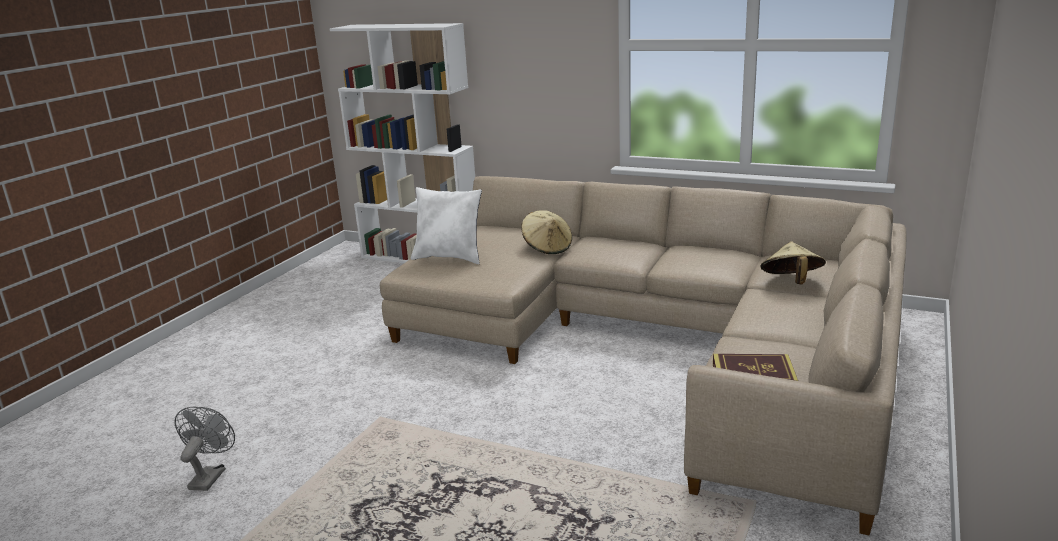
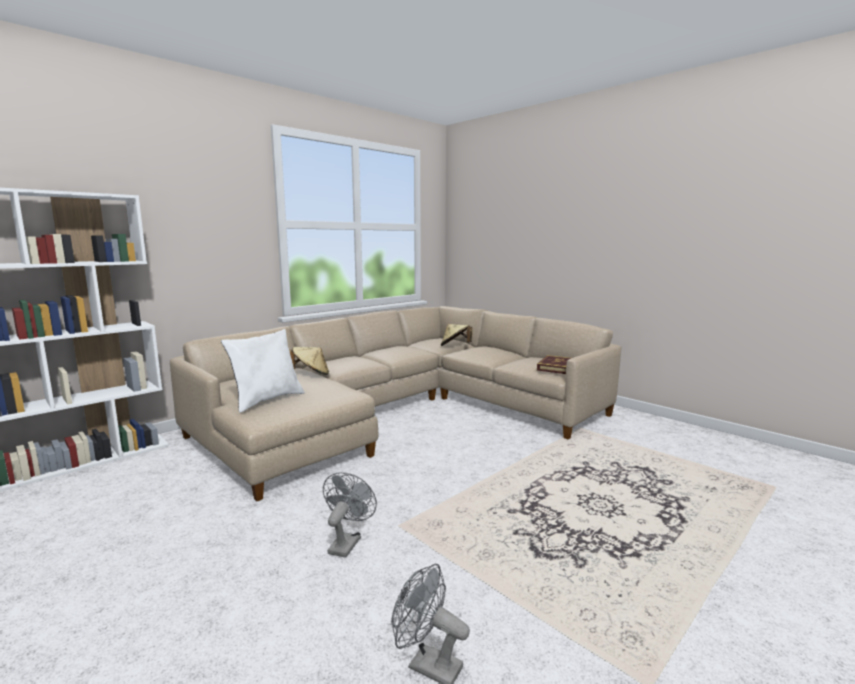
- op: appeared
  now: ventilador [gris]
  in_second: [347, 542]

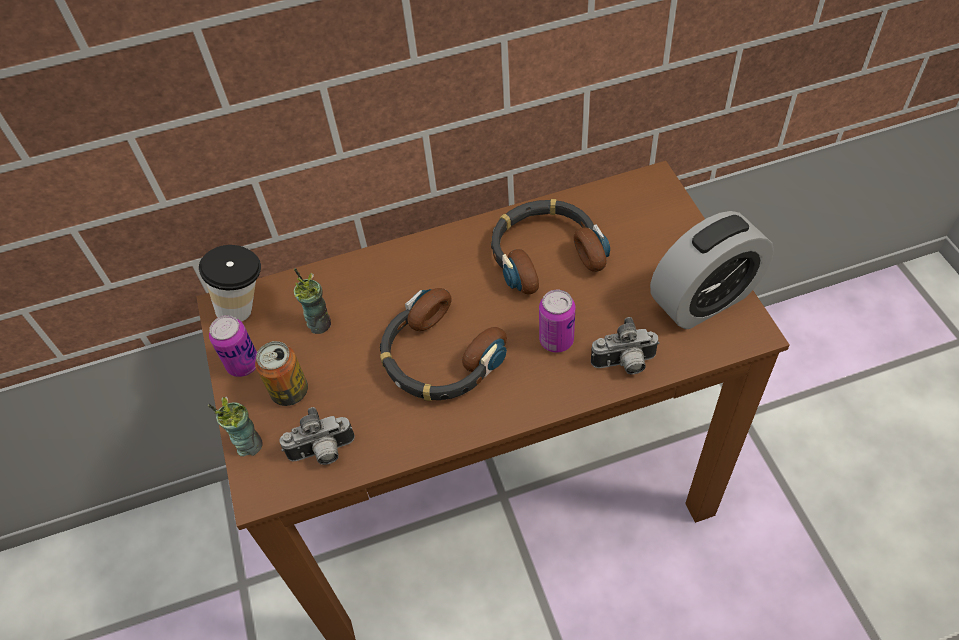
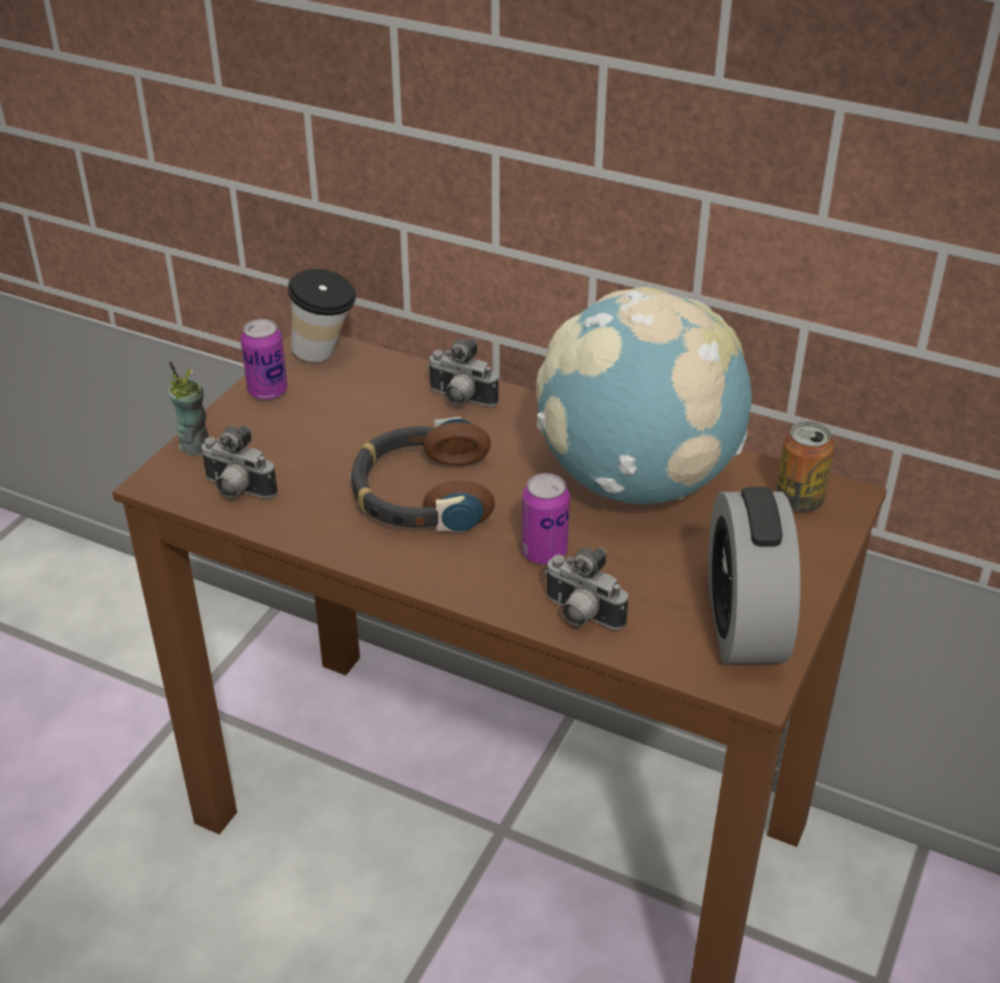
- op: appeared
  now: cámara
  in_second: [460, 400]
- op: exchanged
  was: auriculares
  now: globo terráqueo
  in_first: [545, 253]
  in_second: [637, 482]
- op: spun
  was: despertador
  in_first: [704, 299]
  in_second: [744, 625]
  clockwise: 75
- op: relocated
  was: lata
  in_first: [289, 391]
  in_second: [799, 500]
- op: missing
  was: taza
  in_first: [319, 323]

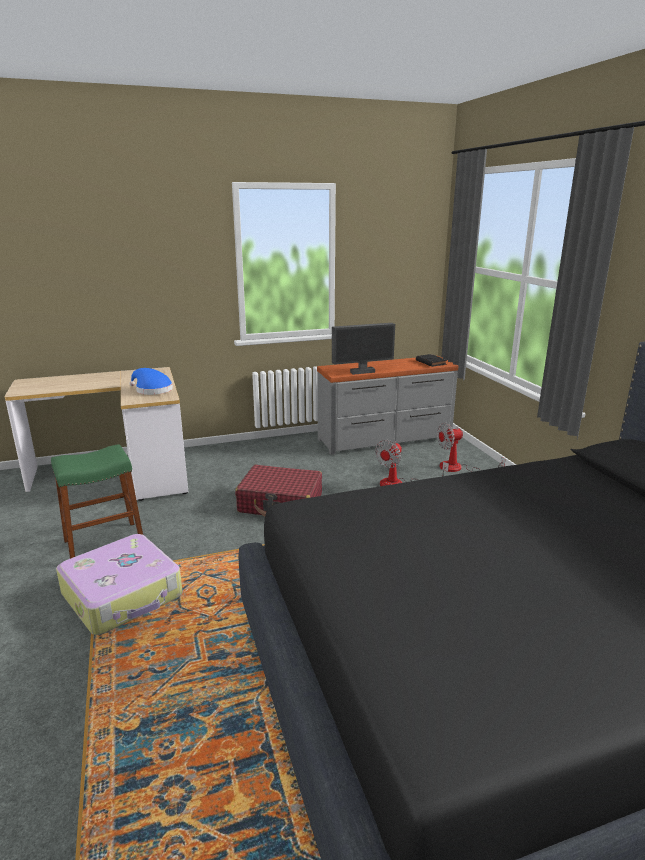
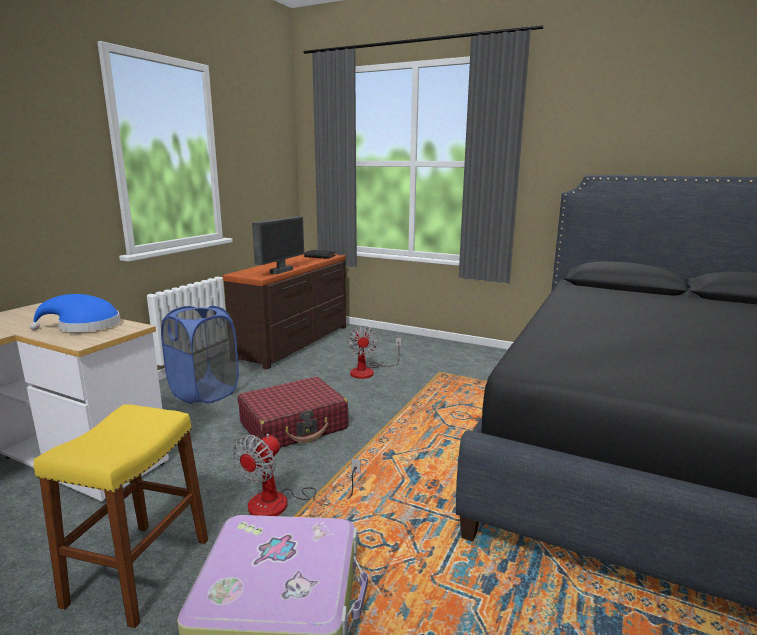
- op: colour
  was: taburete [verde]
  now: taburete [amarillo]
  in_first: [104, 543]
  in_second: [139, 571]
- op: appeared
  now: cesto de la ropa [azul]
  in_second: [204, 392]
- op: colour
  was: cómoda [gris]
  now: cómoda [marrón]
  in_first: [385, 439]
  in_second: [295, 342]
- op: relocated
  was: ventilador
  in_first: [458, 469]
  in_second: [283, 504]

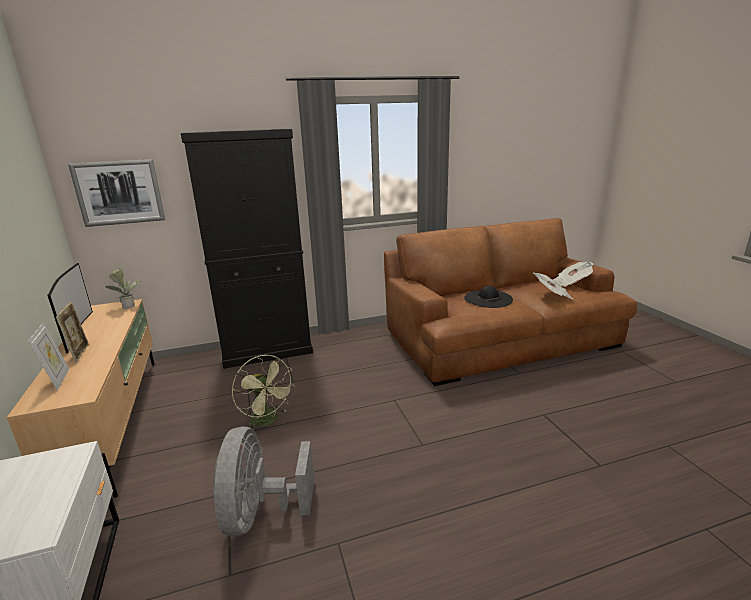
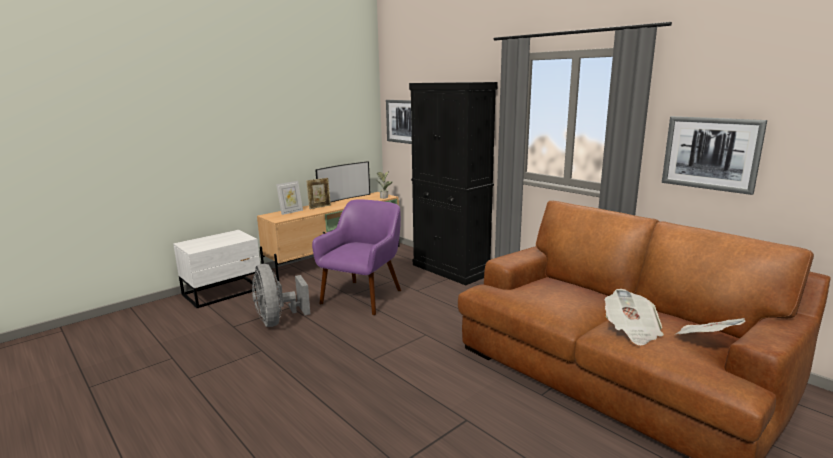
- op: spun
  was: ventilador [gris]
  in_first: [260, 513]
  in_second: [277, 321]
  clockwise: -90
- op: exchanged
  was: ventilador [verde]
  now: sillón [morado]
  in_first: [268, 421]
  in_second: [363, 297]
- op: appeared
  now: cuadro
  in_second: [711, 153]
- op: missing
  was: sombrero [negro]
  in_first: [488, 299]

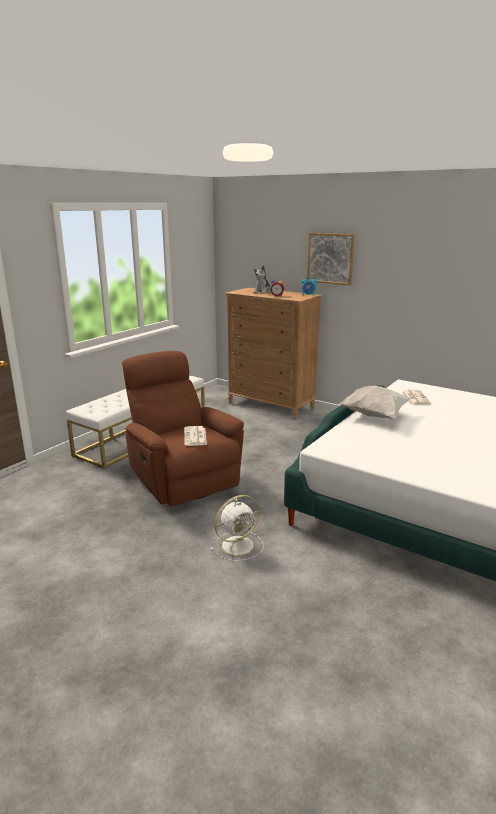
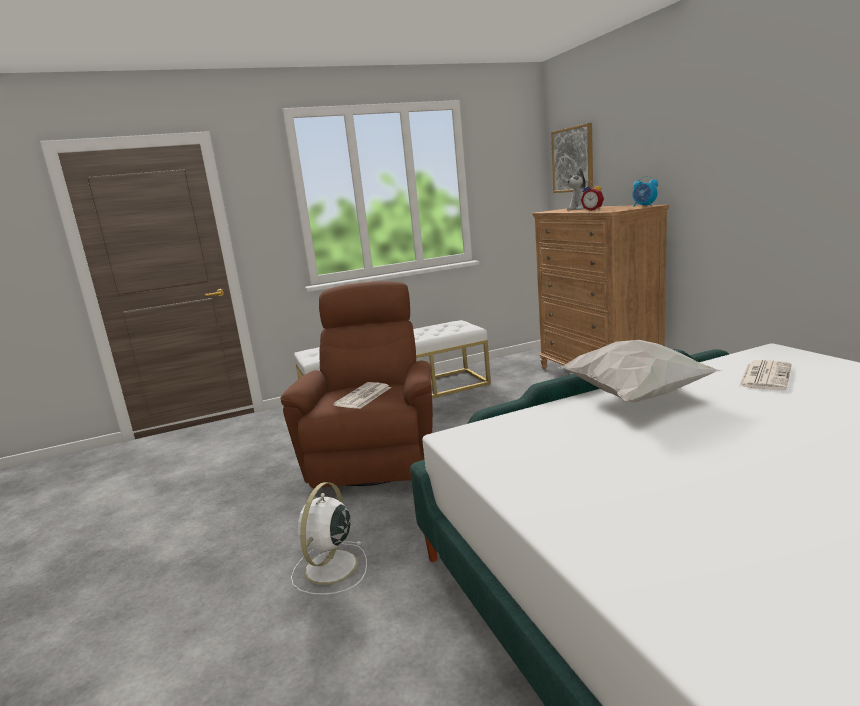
- op: spun
  was: ventilador [blanco]
  in_first: [239, 545]
  in_second: [330, 568]
  clockwise: 105
- op: relocated
  was: cuadro
  in_first: [330, 258]
  in_second: [573, 160]

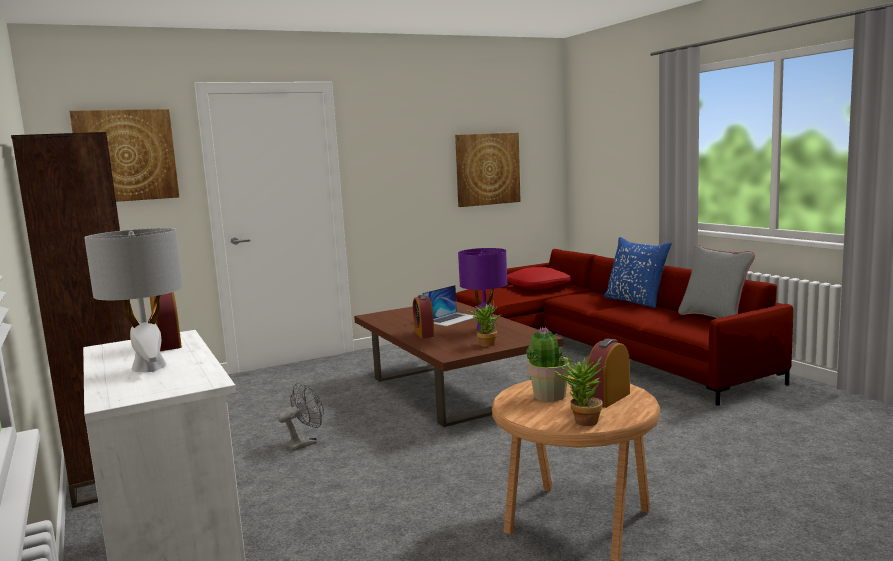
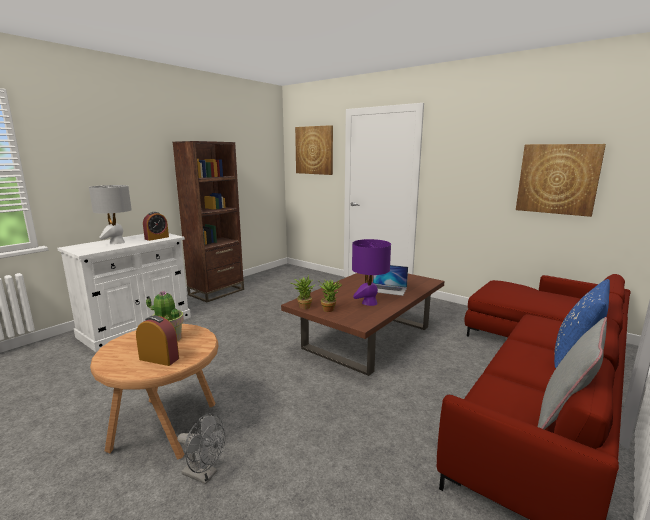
- op: relocated
  was: ventilador [gris]
  in_first: [305, 443]
  in_second: [204, 474]
- op: relocated
  was: planta en maceta
  in_first: [582, 422]
  in_second: [303, 306]
- op: missing
  was: despertador
  in_first: [424, 333]
- op: missing
  was: cojín [rojo]
  in_first: [538, 286]

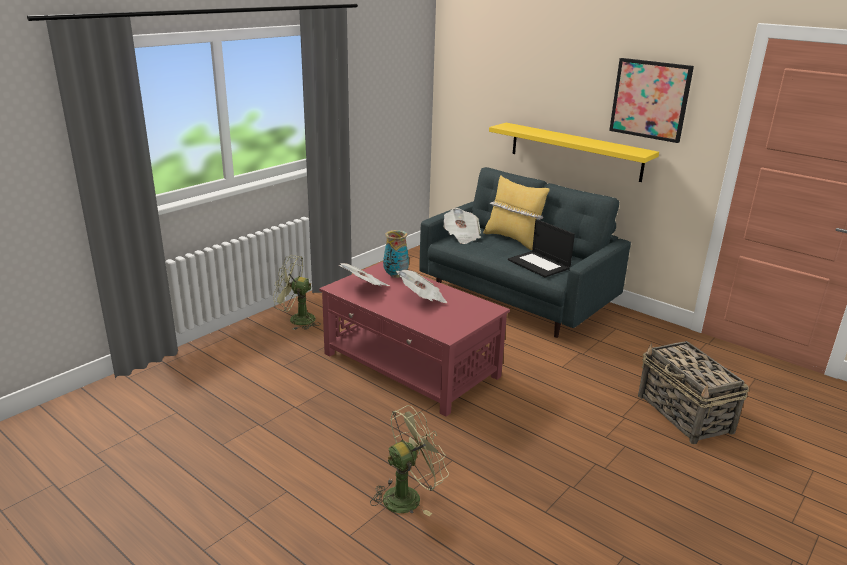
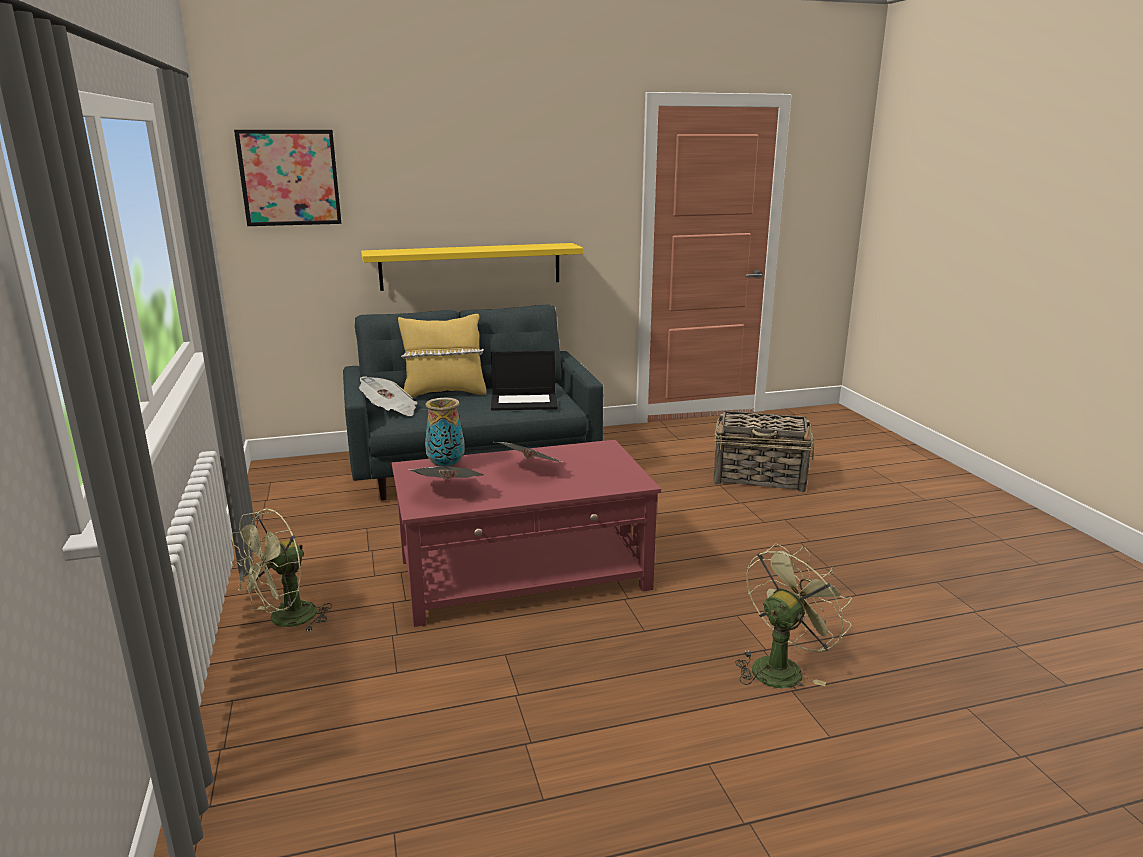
- op: relocated
  was: cuadro
  in_first: [650, 99]
  in_second: [289, 178]
- op: spun
  was: ventilador [verde]
  in_first: [408, 496]
  in_second: [781, 667]
  clockwise: 45

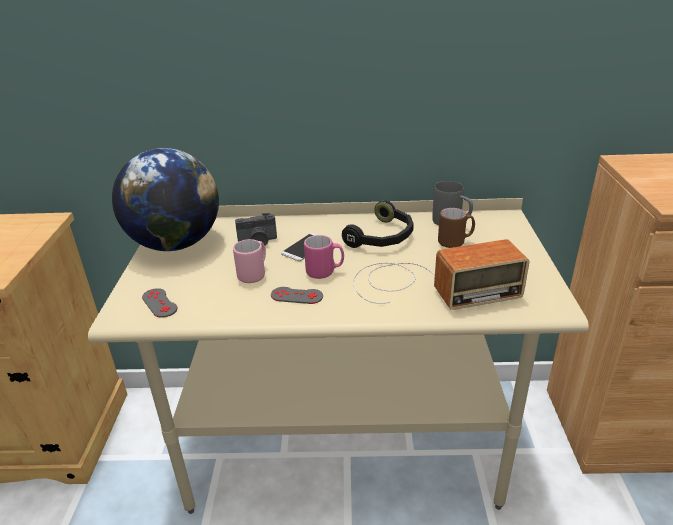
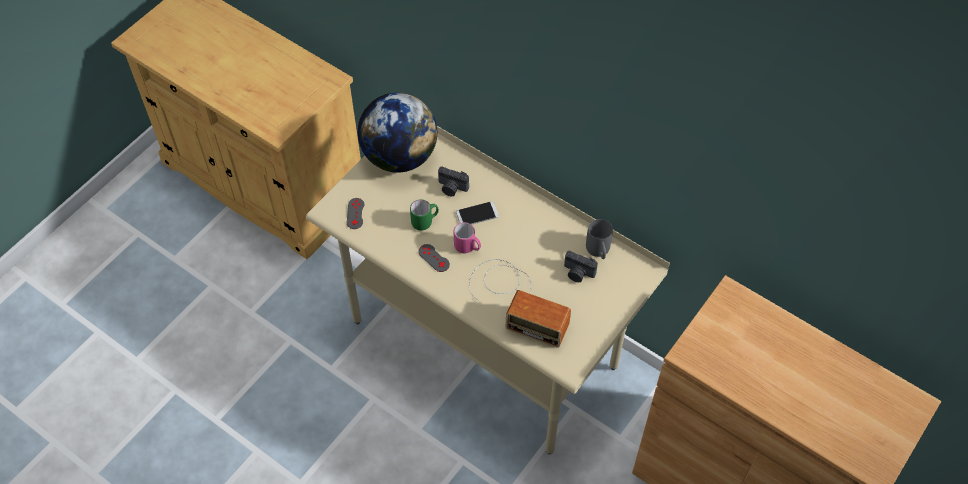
- op: colour
  was: taza grande [rosa]
  now: taza grande [verde]
  in_first: [254, 274]
  in_second: [425, 221]
- op: exchanged
  was: taza grande [marrón]
  now: cámara
  in_first: [455, 242]
  in_second: [578, 273]
- op: missing
  was: auriculares [negro]
  in_first: [383, 237]

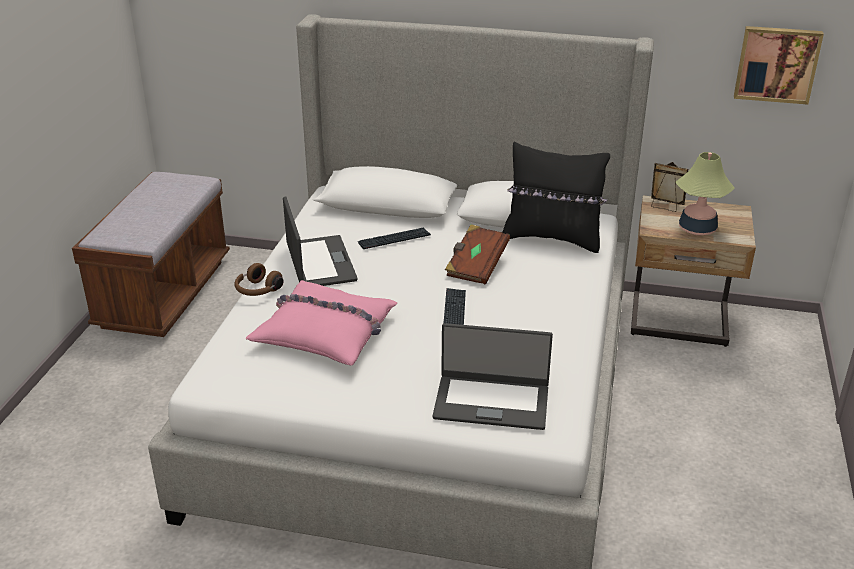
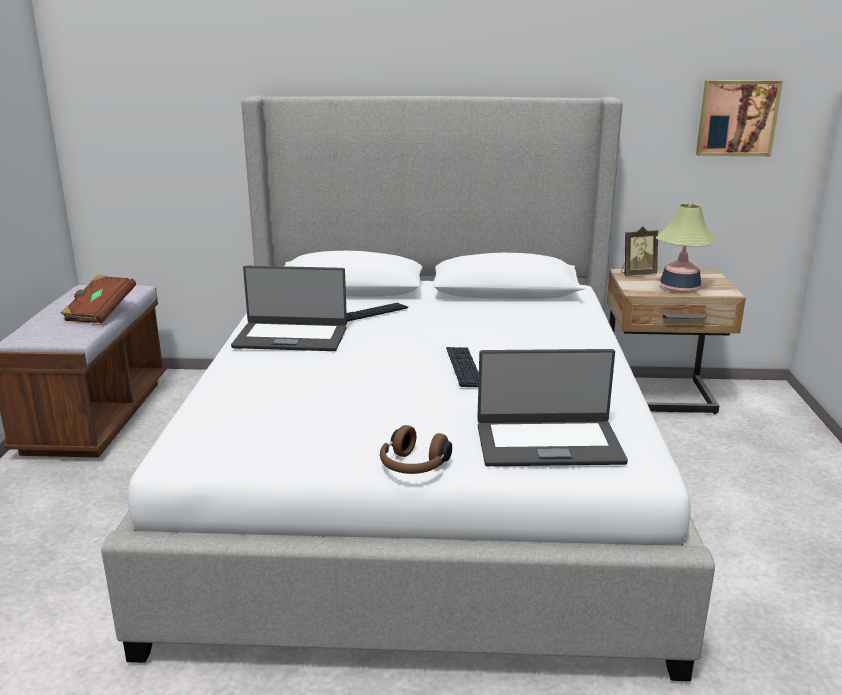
- op: relocated
  was: libro [marrón]
  in_first: [476, 266]
  in_second: [100, 312]
- op: spun
  was: portátil
  in_first: [319, 262]
  in_second: [291, 337]
  clockwise: 120
- op: relocated
  was: auriculares [marrón]
  in_first: [257, 290]
  in_second: [413, 467]
- op: spun
  was: portarretratos
  in_first: [665, 206]
  in_second: [637, 274]
  clockwise: 150
- op: missing
  was: cojín [rosa]
  in_first: [326, 333]
- op: missing
  was: cojín [negro]
  in_first: [552, 238]

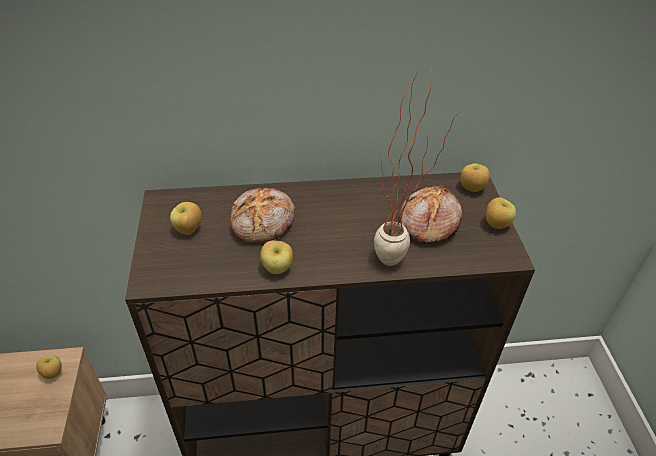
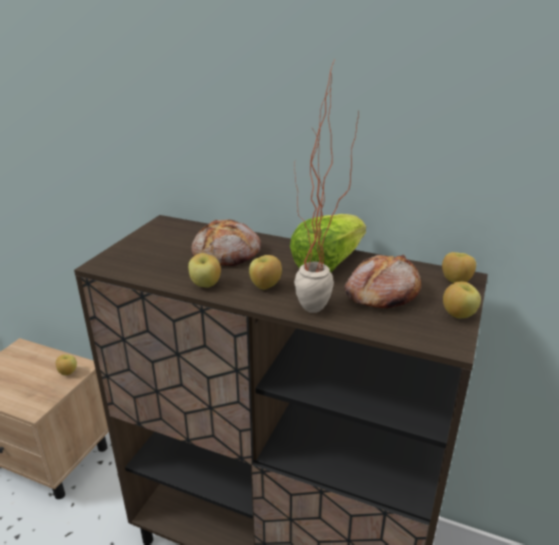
- op: relocated
  was: manzana
  in_first: [188, 230]
  in_second: [265, 286]
- op: appeared
  now: lechuga
  in_second: [327, 264]

